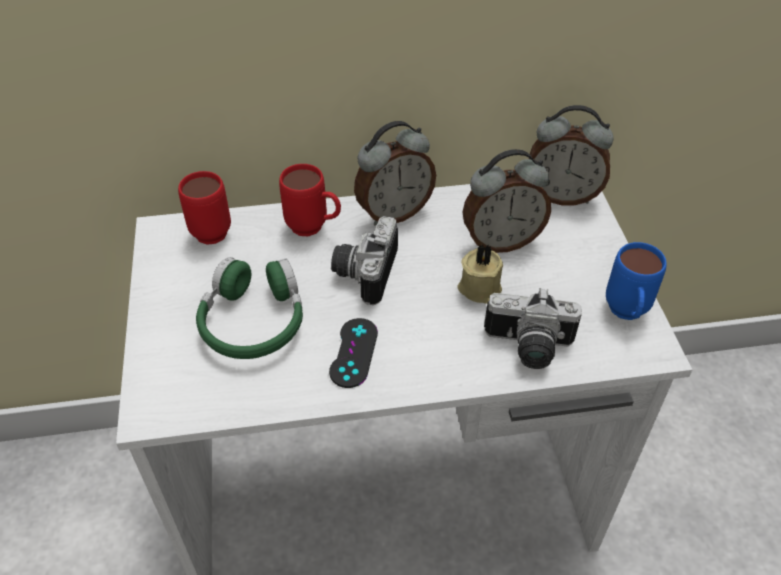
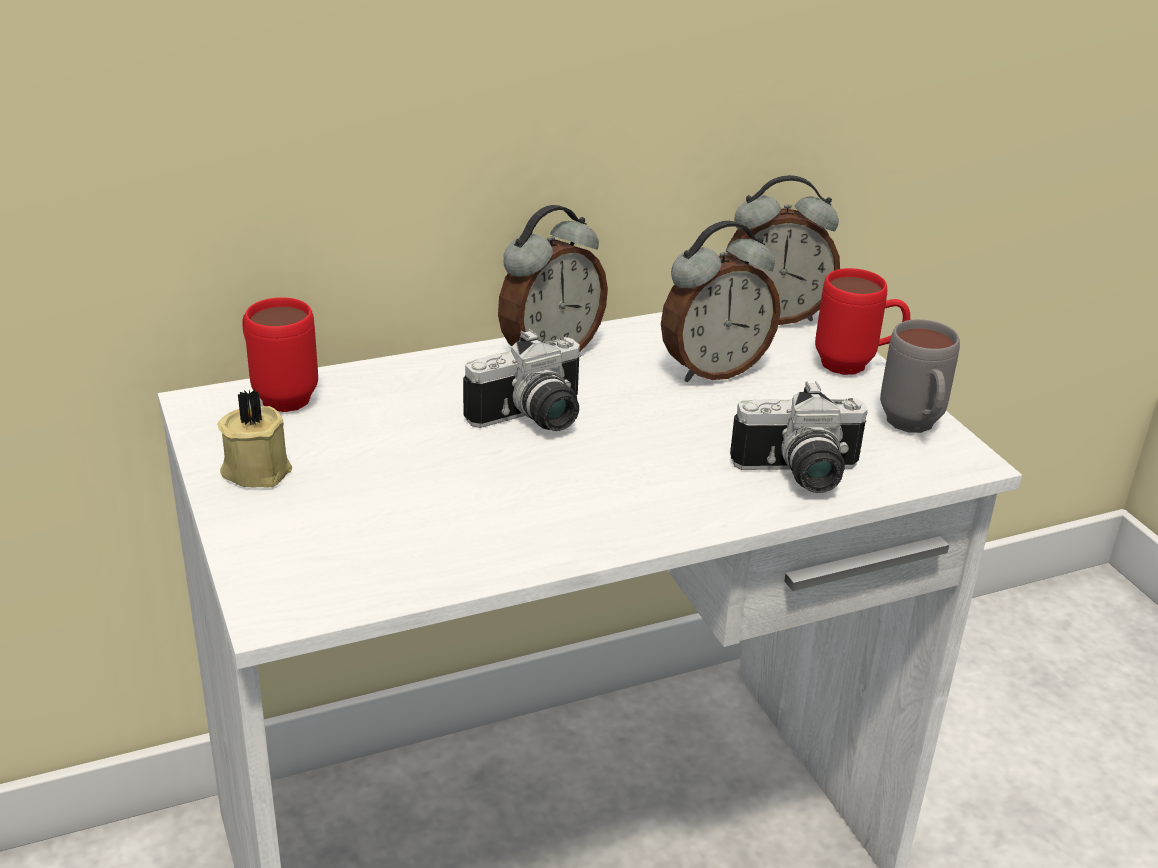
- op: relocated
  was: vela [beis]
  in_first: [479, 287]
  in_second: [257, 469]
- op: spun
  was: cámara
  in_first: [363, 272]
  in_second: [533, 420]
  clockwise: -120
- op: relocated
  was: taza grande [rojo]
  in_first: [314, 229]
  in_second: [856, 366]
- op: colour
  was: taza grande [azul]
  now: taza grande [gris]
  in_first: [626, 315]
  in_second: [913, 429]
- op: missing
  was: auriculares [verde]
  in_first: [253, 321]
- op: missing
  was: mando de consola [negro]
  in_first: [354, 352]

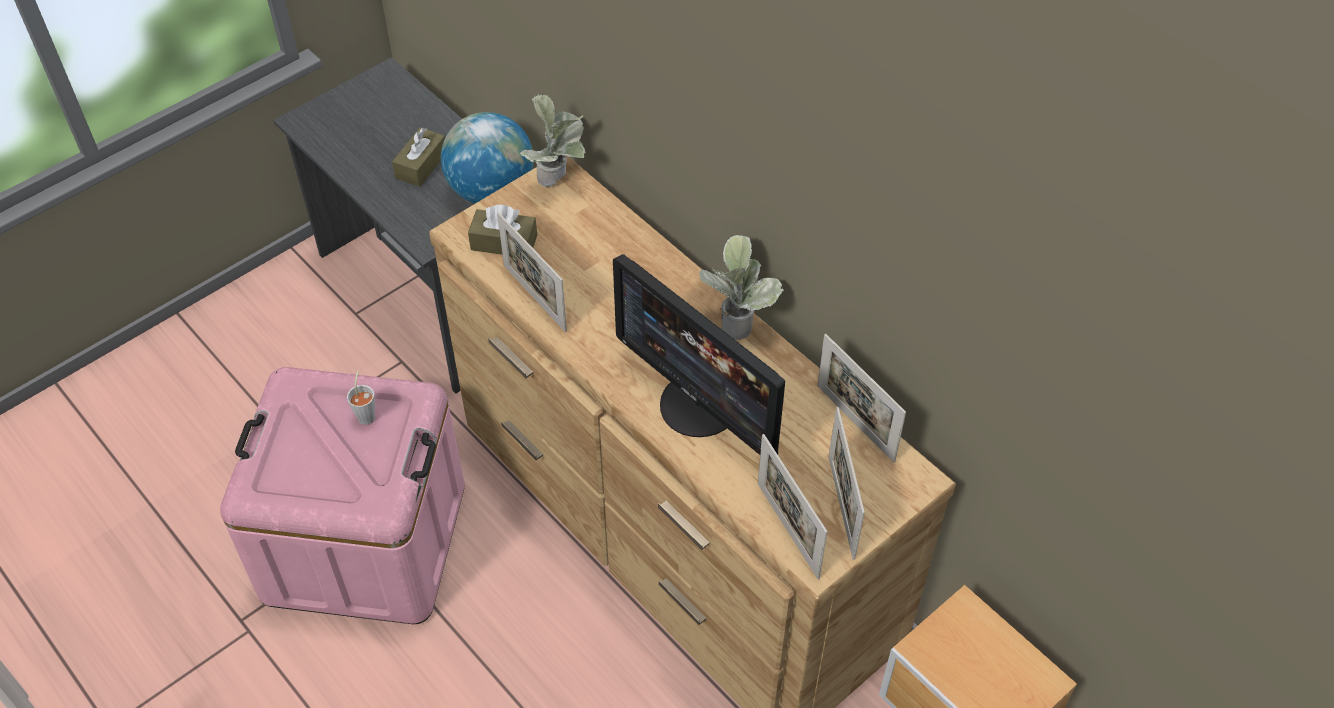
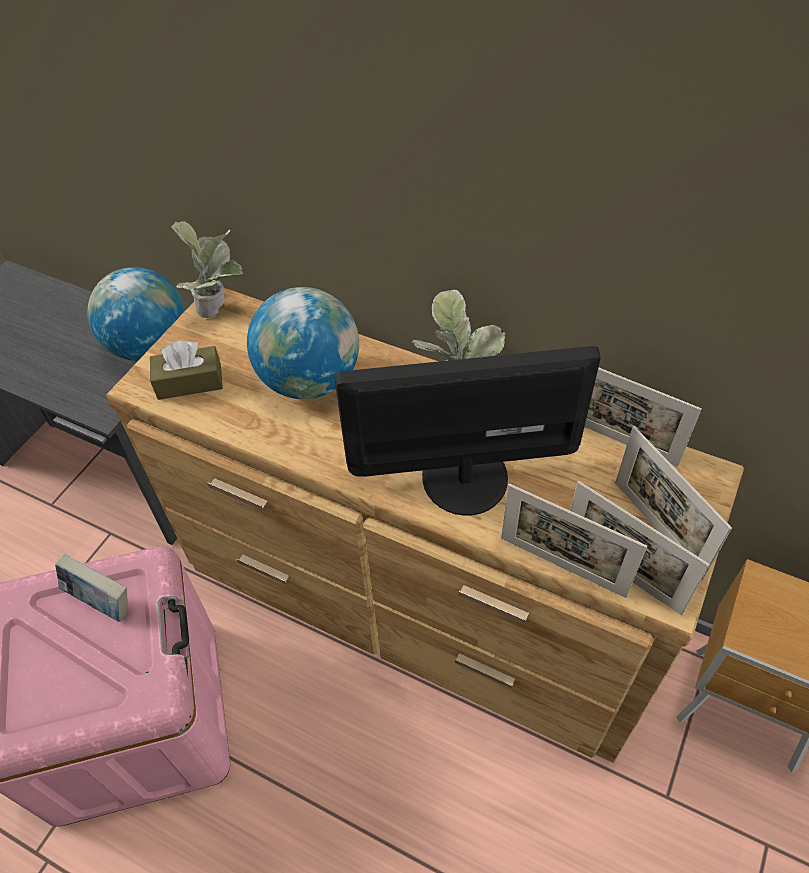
- op: exchanged
  was: taza [gris]
  now: libro
  in_first: [367, 414]
  in_second: [102, 602]
- op: appeared
  now: globo terráqueo
  in_second: [310, 380]
- op: spun
  was: monitor
  in_first: [700, 405]
  in_second: [463, 475]
  clockwise: 150
- op: relocated
  was: portarretratos
  in_first: [534, 298]
  in_second: [562, 566]
- op: missing
  was: caja de pañuelos [marrón]
  in_first: [421, 165]

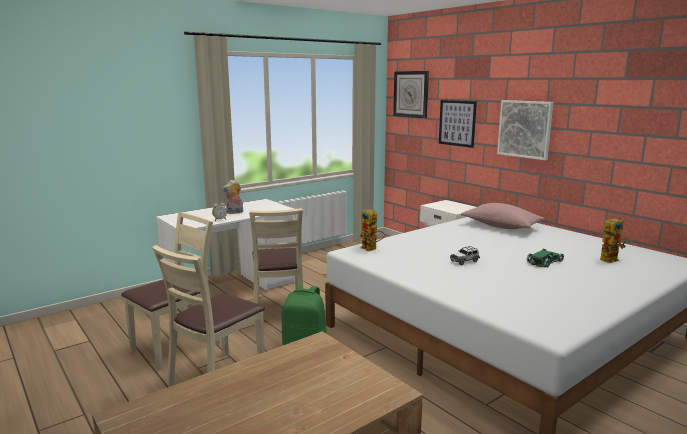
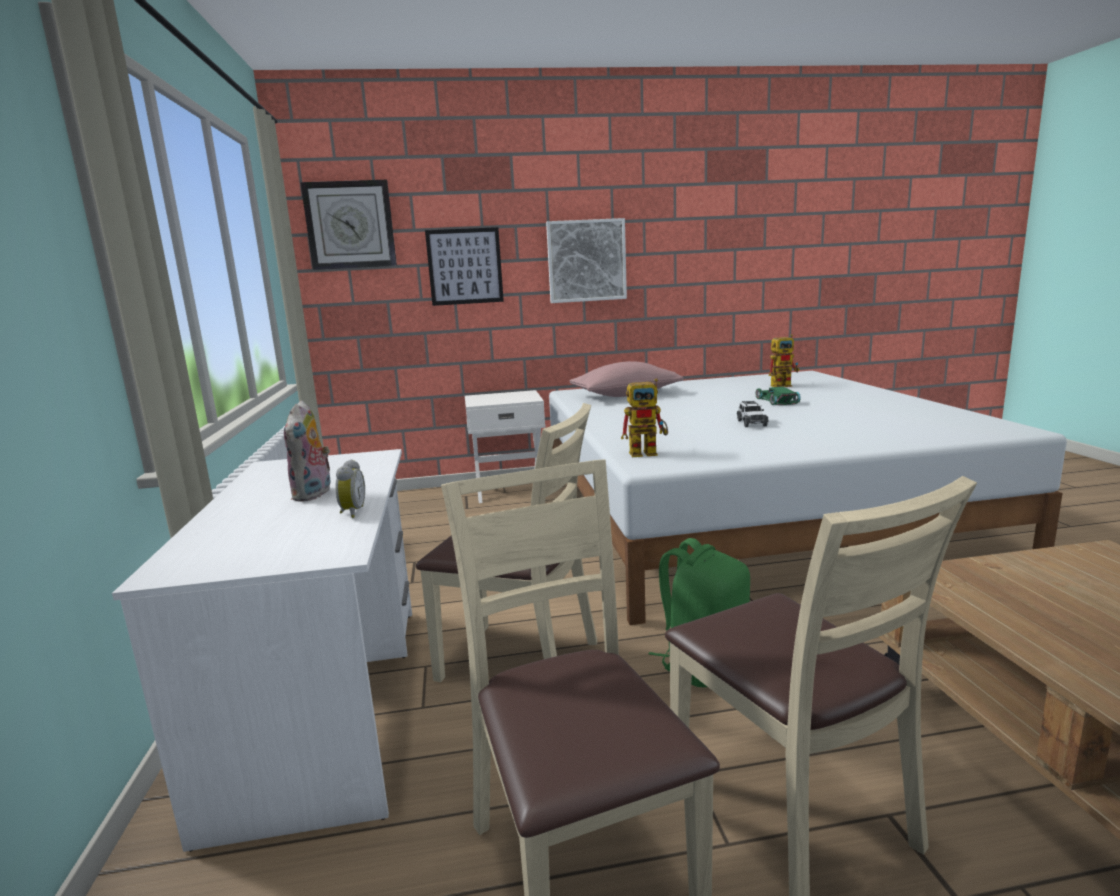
- op: spun
  was: robot de juguete
  in_first: [610, 259]
  in_second: [784, 385]
  clockwise: 75

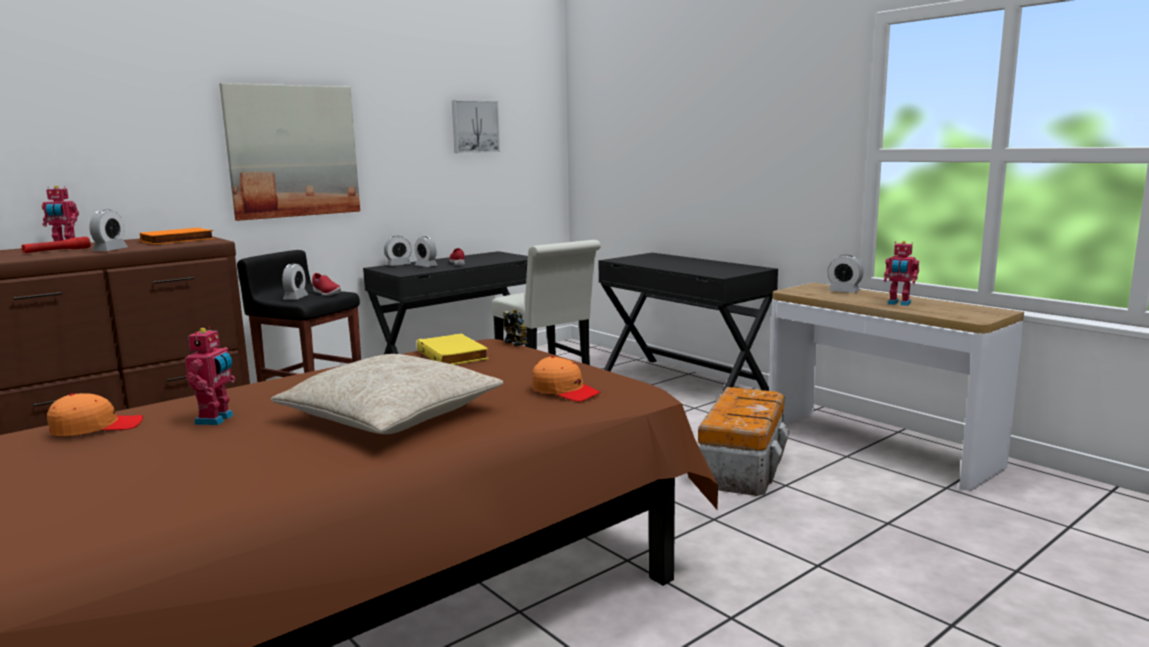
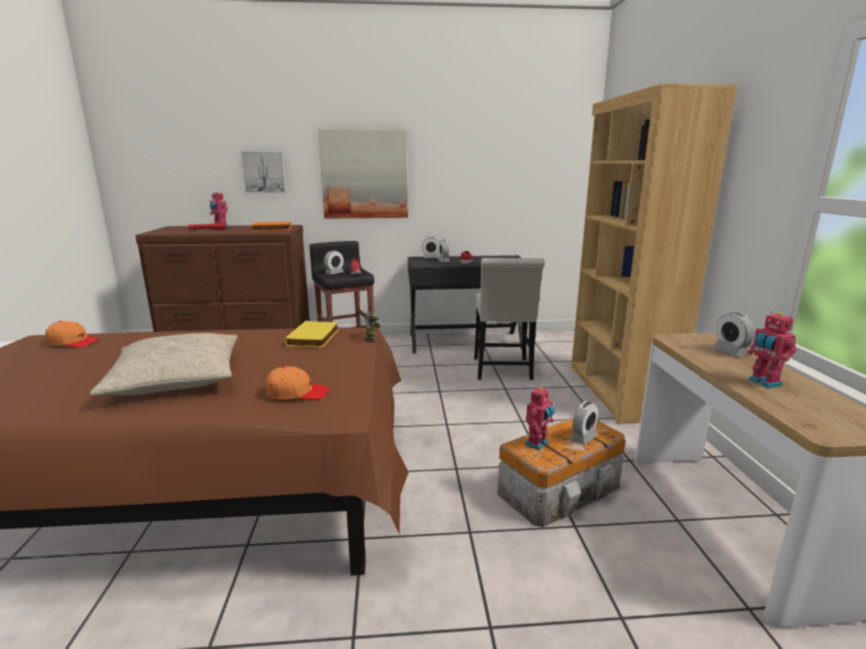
- op: relocated
  was: cuadro
  in_first: [474, 126]
  in_second: [264, 172]
- op: spun
  was: gorra [naranja]
  in_first: [565, 391]
  in_second: [297, 393]
  clockwise: -75
- op: relocated
  was: robot de juguete
  in_first: [216, 419]
  in_second: [538, 444]
- op: relocated
  was: despertador
  in_first: [110, 250]
  in_second: [583, 437]
- op: exchanged
  was: escritorio [negro]
  now: estantería [marrón]
  in_first: [683, 382]
  in_second: [618, 391]

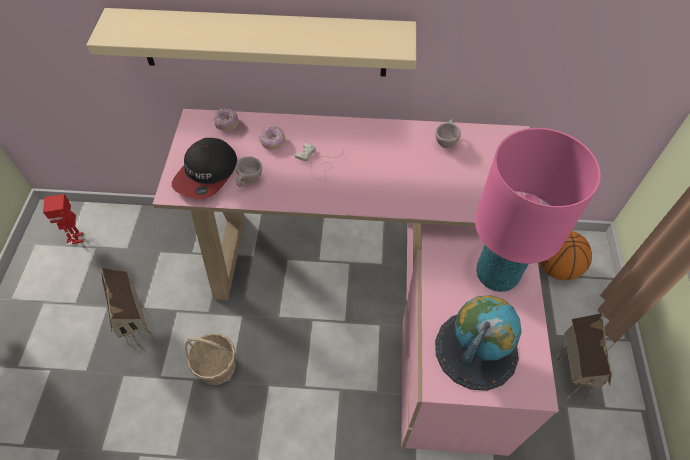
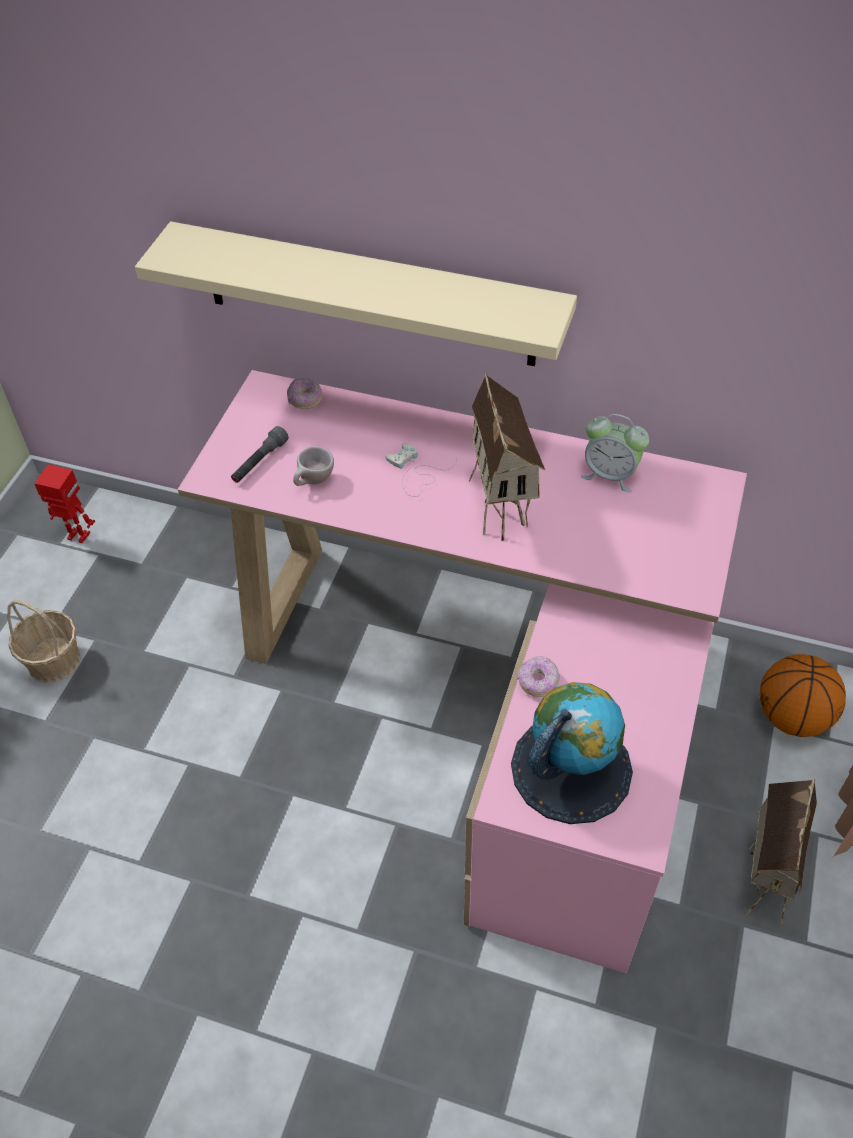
- op: relocated
  was: cesta
  in_first: [216, 366]
  in_second: [54, 660]
- op: spun
  was: robot de juguete
  in_first: [78, 238]
  in_second: [78, 536]
  clockwise: 105
- op: exchanged
  was: gorra
  now: linterna [gris]
  in_first: [207, 174]
  in_second: [259, 462]
- op: relocated
  was: casita
  in_first: [138, 325]
  in_second: [502, 509]
- op: relocated
  was: rosquilla
  in_first: [272, 142]
  in_second: [537, 682]
- op: exchanged
  was: taza [beis]
  now: despertador
  in_first: [445, 142]
  in_second: [610, 475]
- op: missing
  was: lámpara de mesa [rosa]
  in_first: [496, 274]

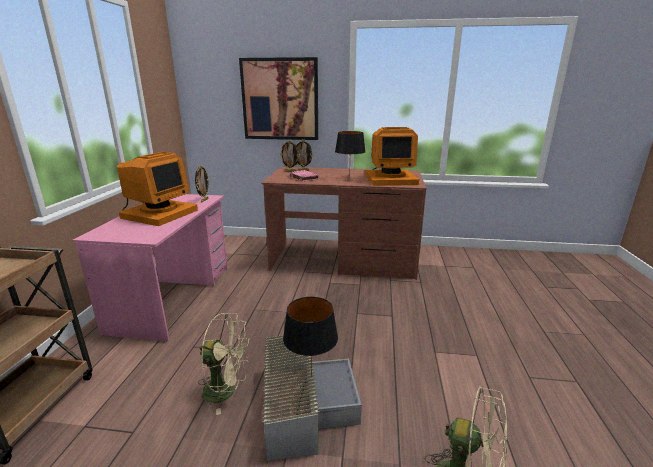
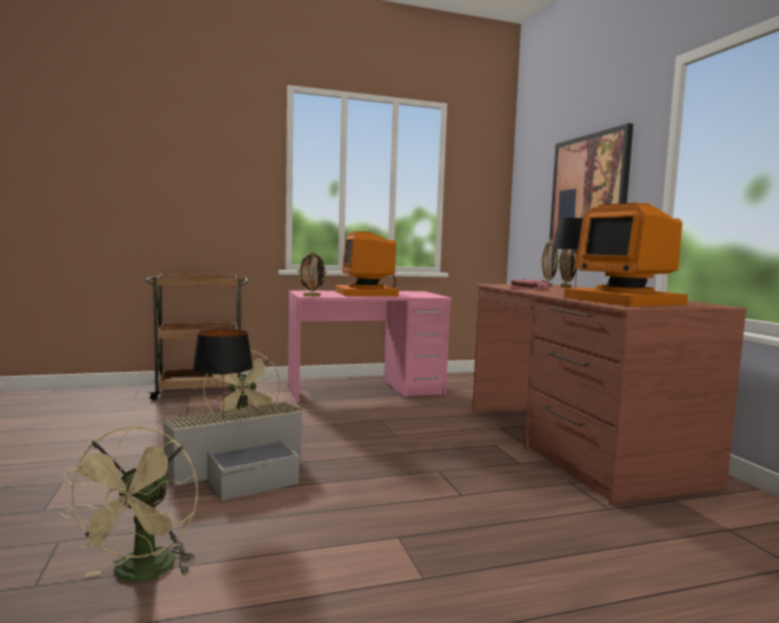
- op: relocated
  was: portarretratos
  in_first: [204, 200]
  in_second: [312, 296]
- op: spun
  was: monitor
  in_first: [159, 213]
  in_second: [367, 293]
  clockwise: 75

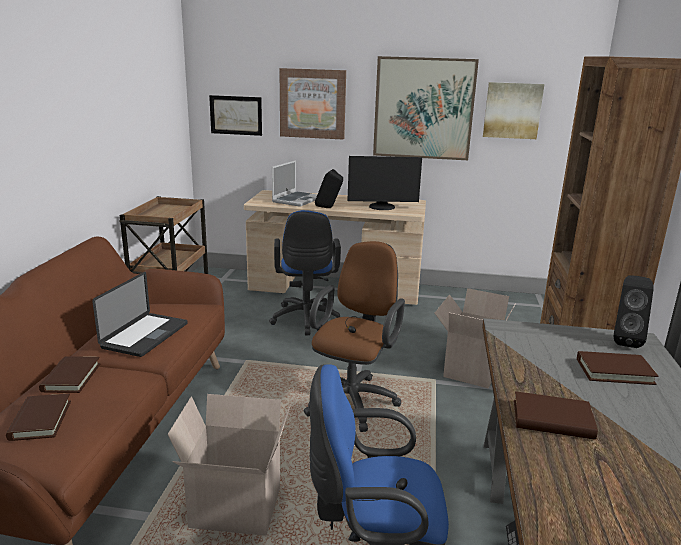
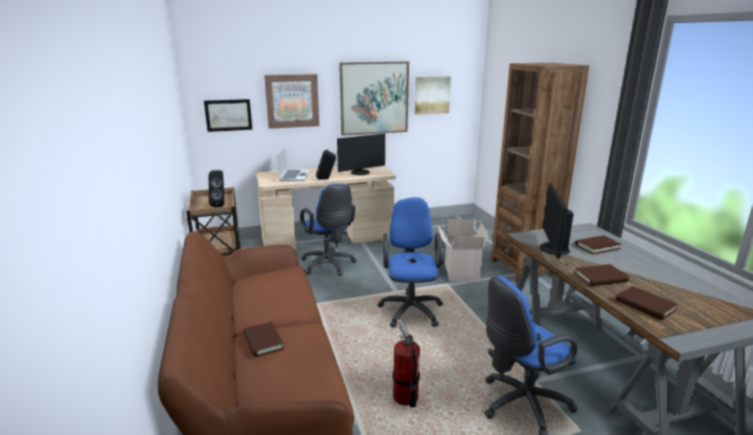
- op: relocated
  was: altavoz [negro]
  in_first: [625, 340]
  in_second: [220, 205]
- op: colour
  was: silla de oficina [marrón]
  now: silla de oficina [azul]
  in_first: [353, 399]
  in_second: [411, 309]
- op: exchanged
  was: caja de cartón
  now: extintor
  in_first: [233, 510]
  in_second: [405, 397]
- op: appeared
  now: monitor
  in_second: [553, 249]
- op: relocated
  was: libro [marrón]
  in_first: [40, 420]
  in_second: [645, 305]
- op: missing
  was: portátil
  in_first: [145, 335]

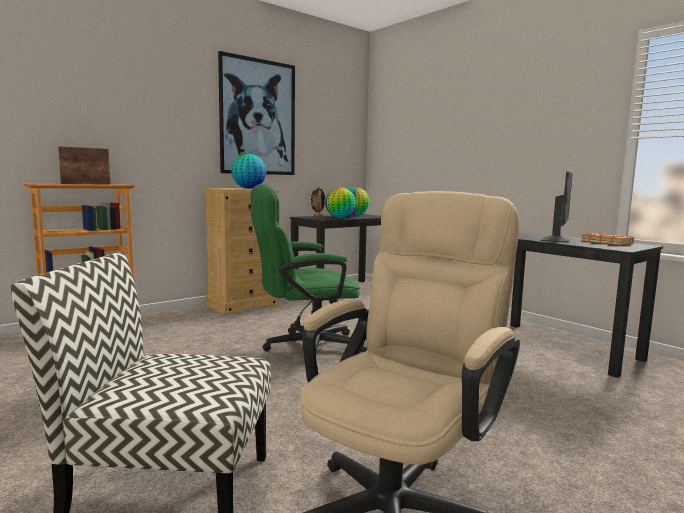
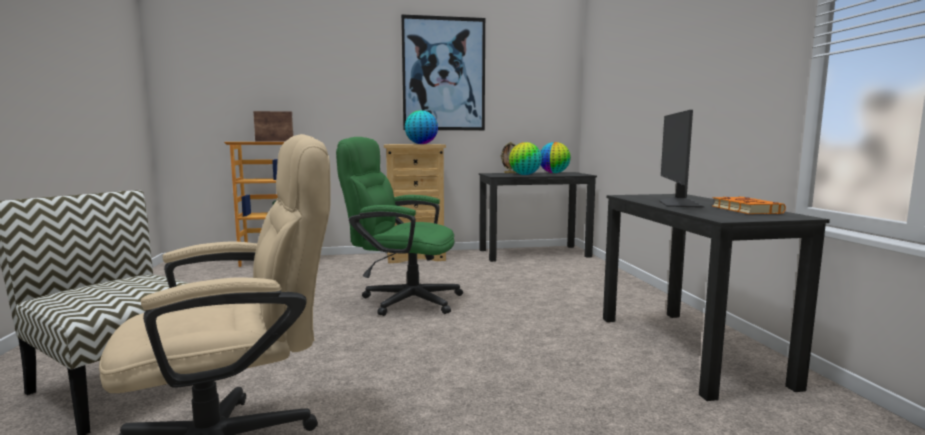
- op: spun
  was: monitor
  in_first: [557, 240]
  in_second: [679, 204]
  clockwise: 135

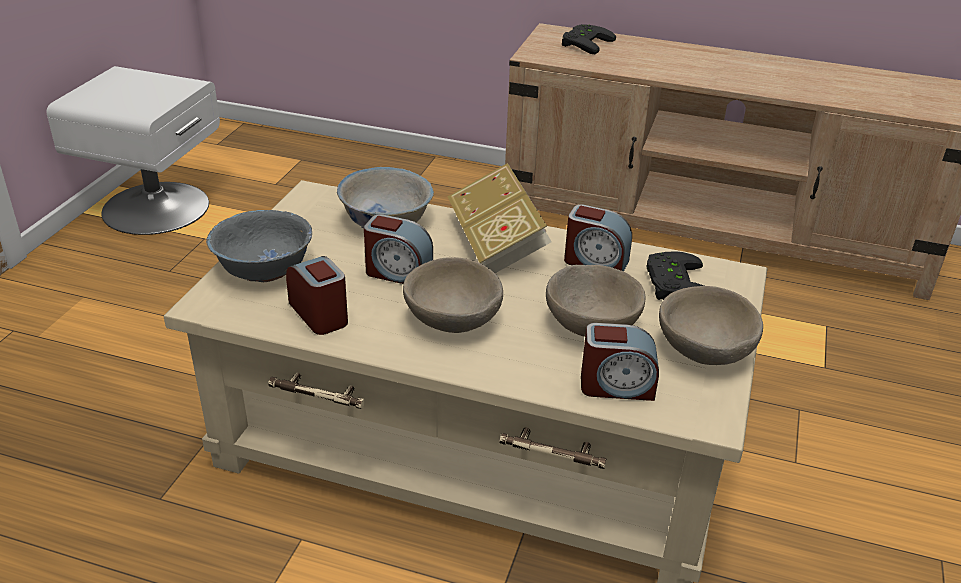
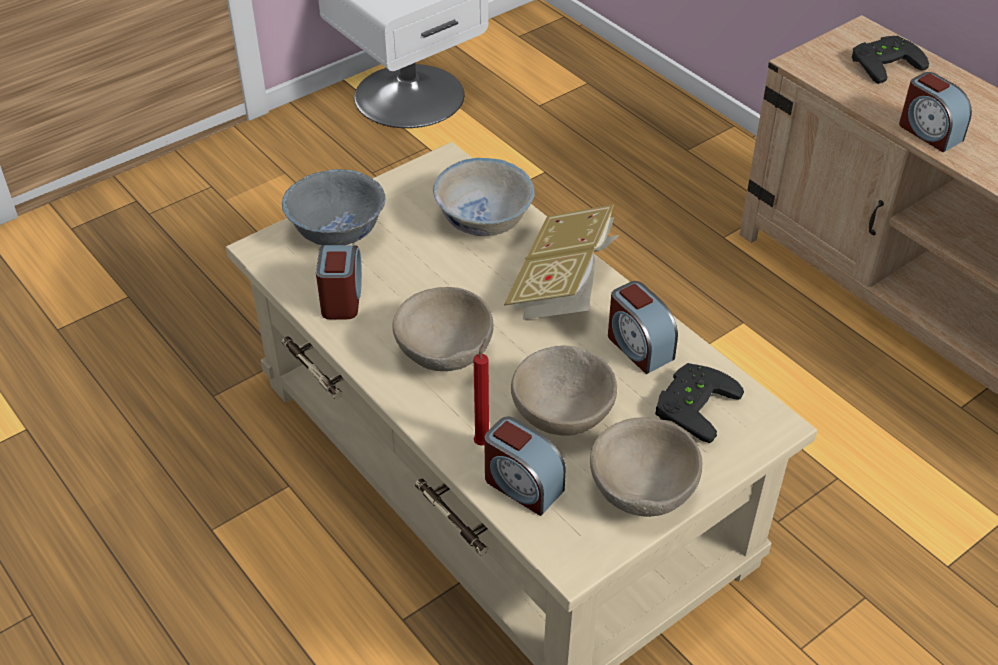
- op: appeared
  now: vela [rojo]
  in_second: [483, 441]
- op: relocated
  was: despertador
  in_first: [398, 273]
  in_second: [929, 132]

